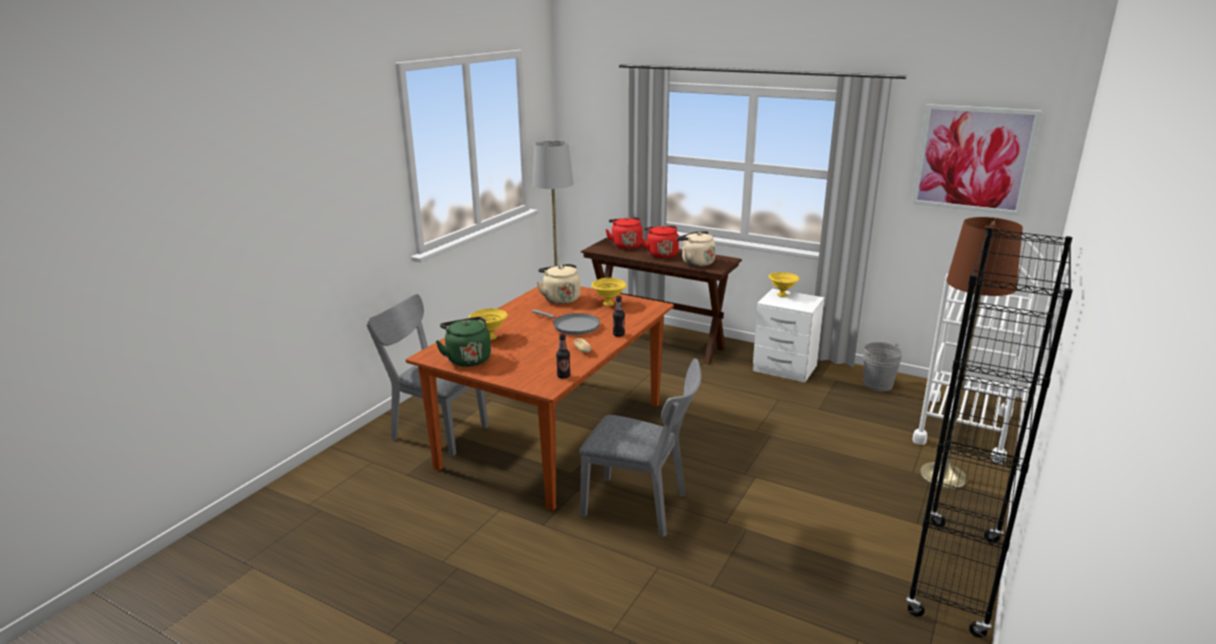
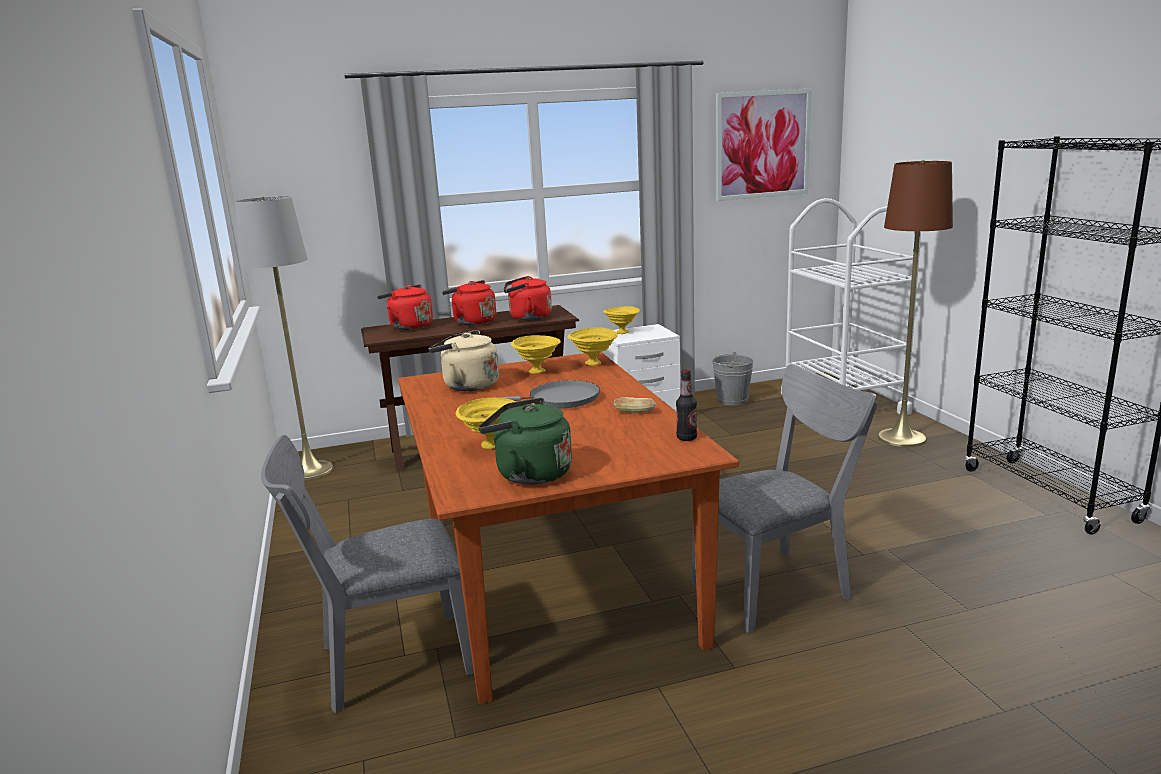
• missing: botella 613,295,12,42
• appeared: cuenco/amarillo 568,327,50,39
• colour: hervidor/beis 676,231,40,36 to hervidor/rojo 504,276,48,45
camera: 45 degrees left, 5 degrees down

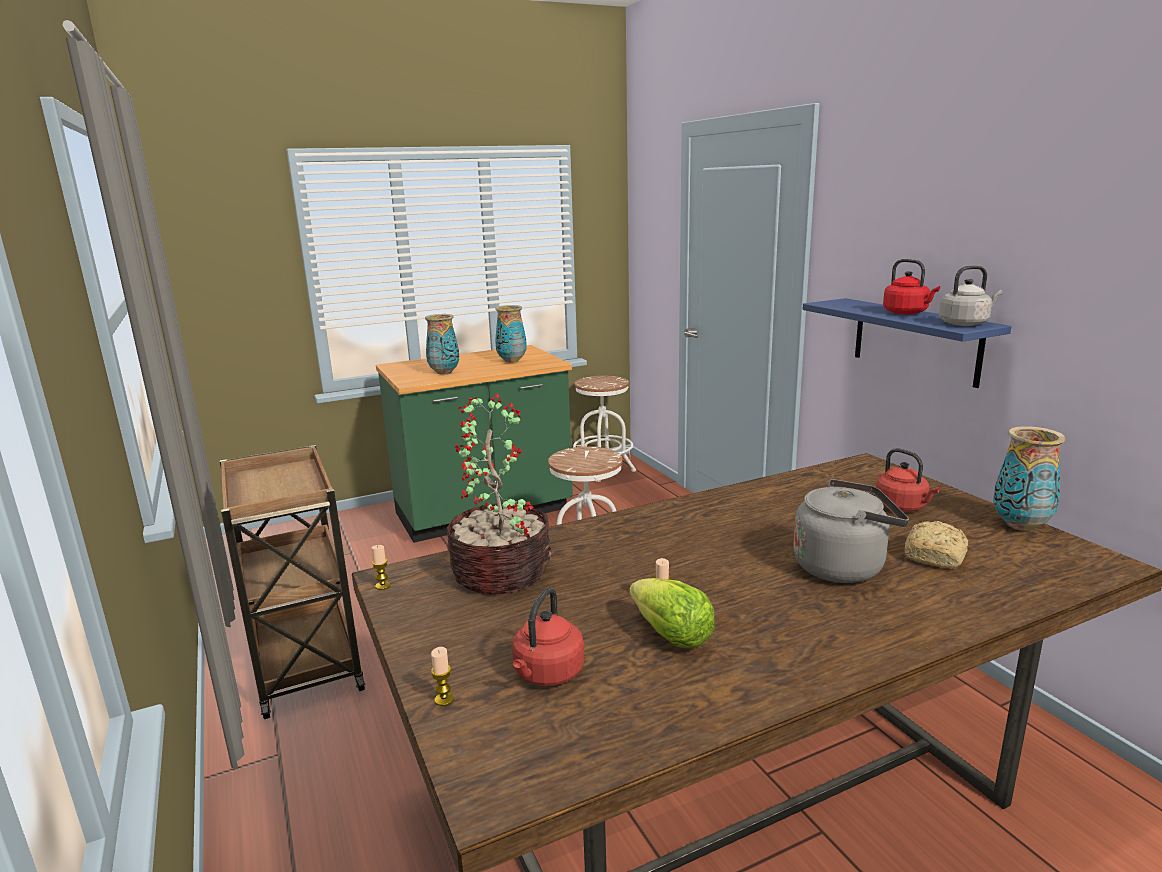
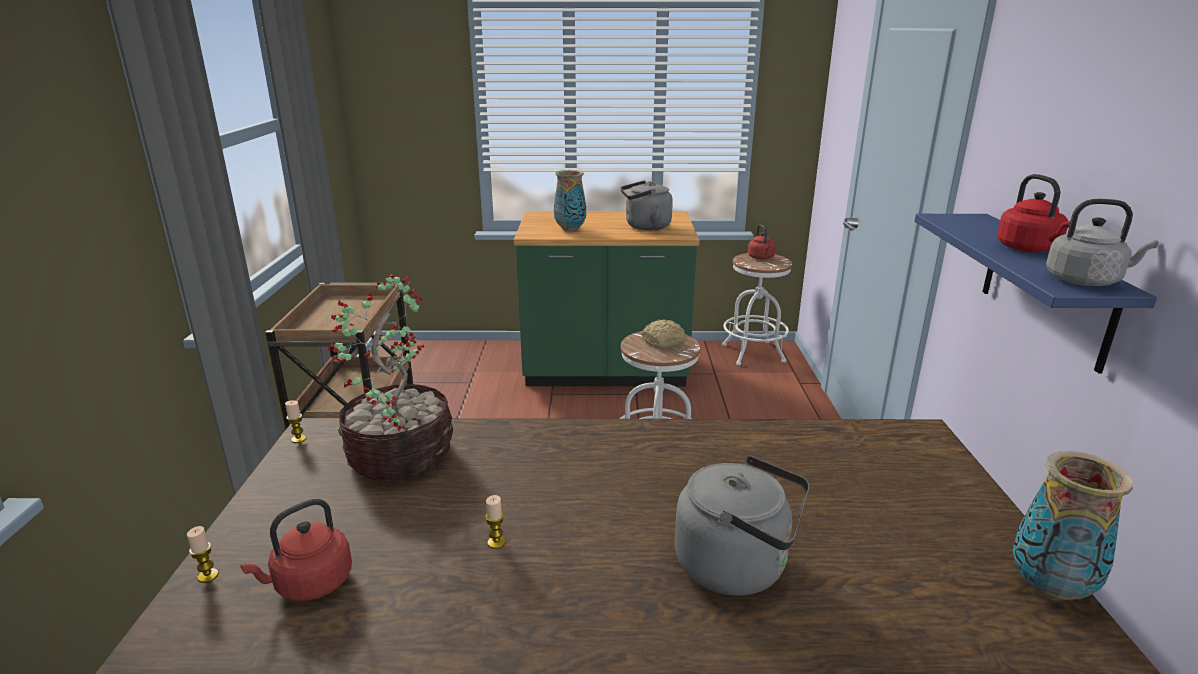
• missing: lechuga 629,578,86,71
• relocated: hervidor/rojo 876,448,64,64 to 748,224,27,35
• relocated: pan 905,521,63,48 to 642,319,44,29
• exchanged: florero 495,305,32,58 to hervidor/gris 620,180,53,50
camera: 25 degrees right, 5 degrees up

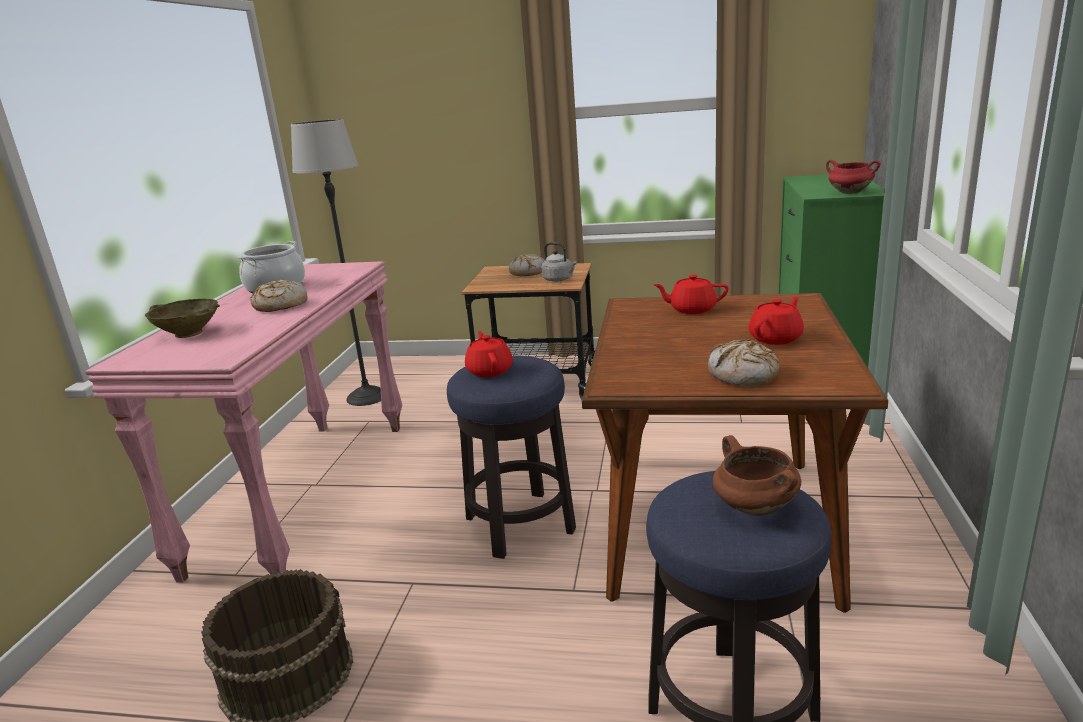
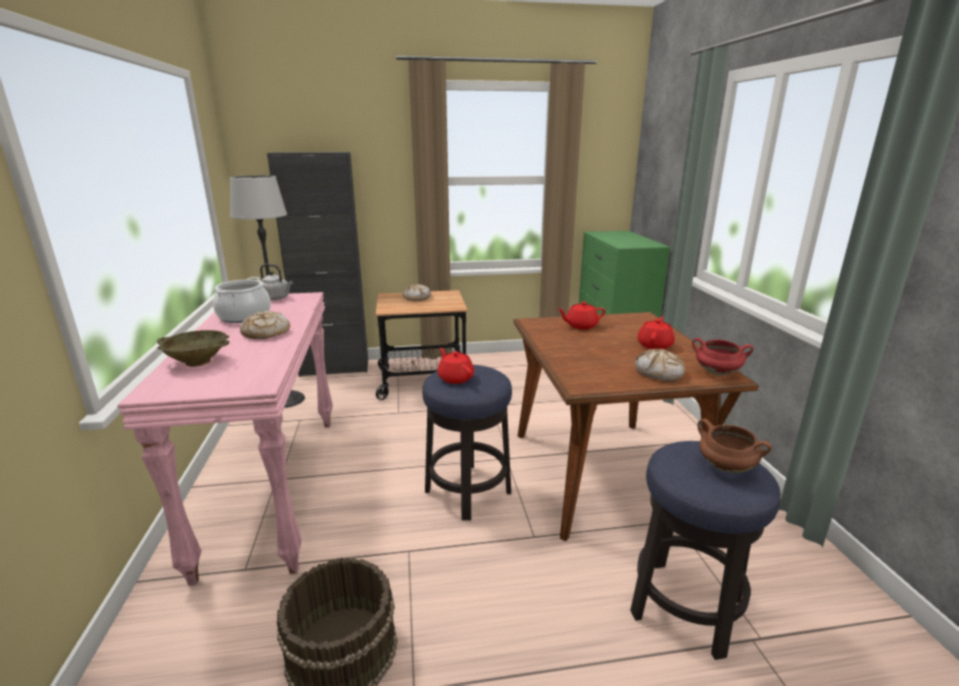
• appeared: armario/negro 267,152,101,225
• relocated: hervidor/gris 541,242,36,40 to 260,264,33,36
• relocated: olla/rojo 826,160,54,34 to 692,338,61,38
camera: 20 degrees left, 0 degrees up

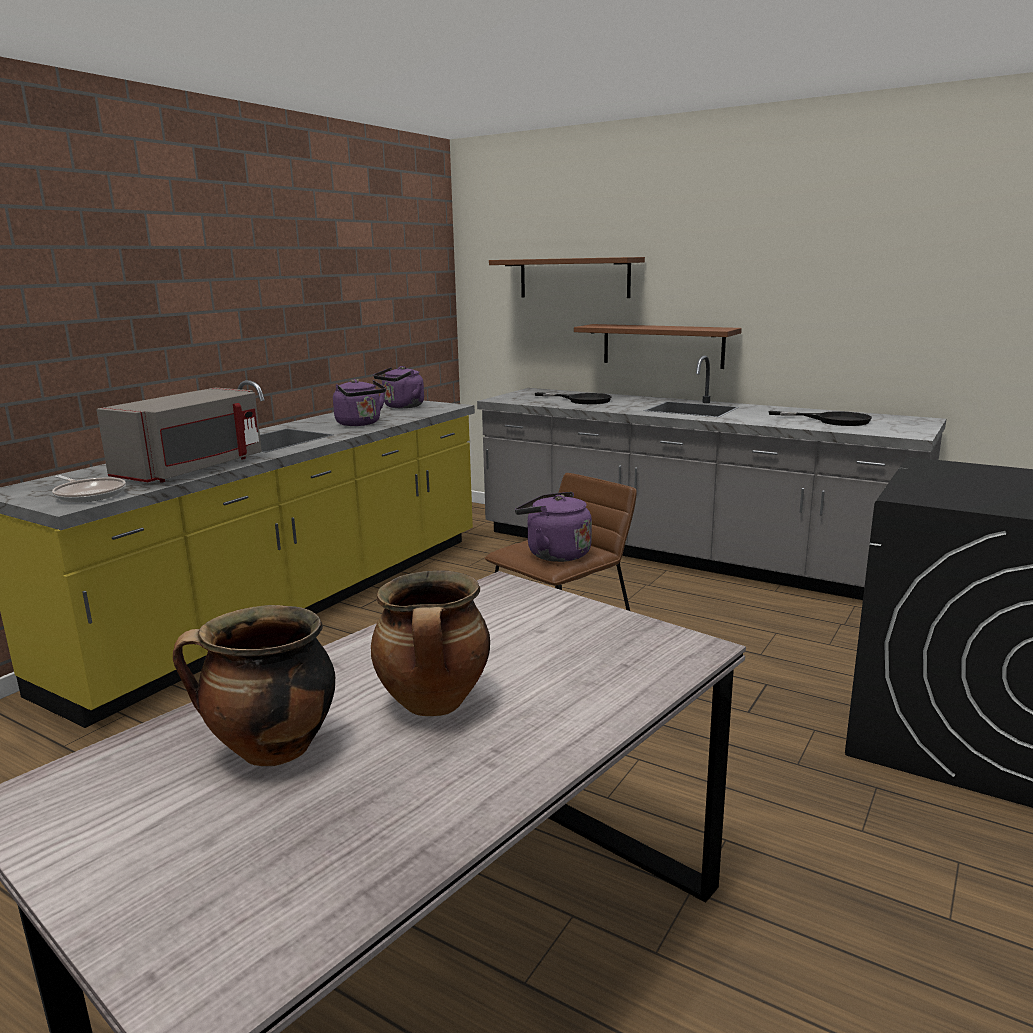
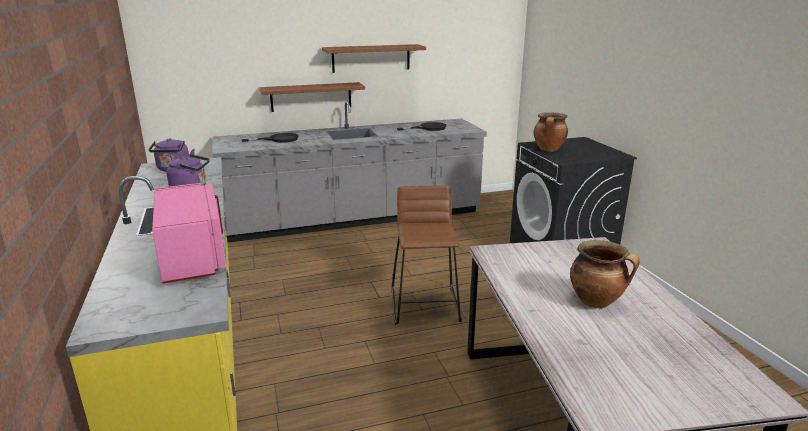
• missing: sartén 52,475,74,28
• missing: hervidor/morado 515,492,77,70
• relocated: olla 173,605,162,161 to 533,112,35,40
• relocated: estante/marrón 489,257,156,41 to 322,44,104,29
• colour: microondas/gris 96,388,166,95 to microondas/rosa 152,183,74,101
camera: 50 degrees left, 5 degrees up

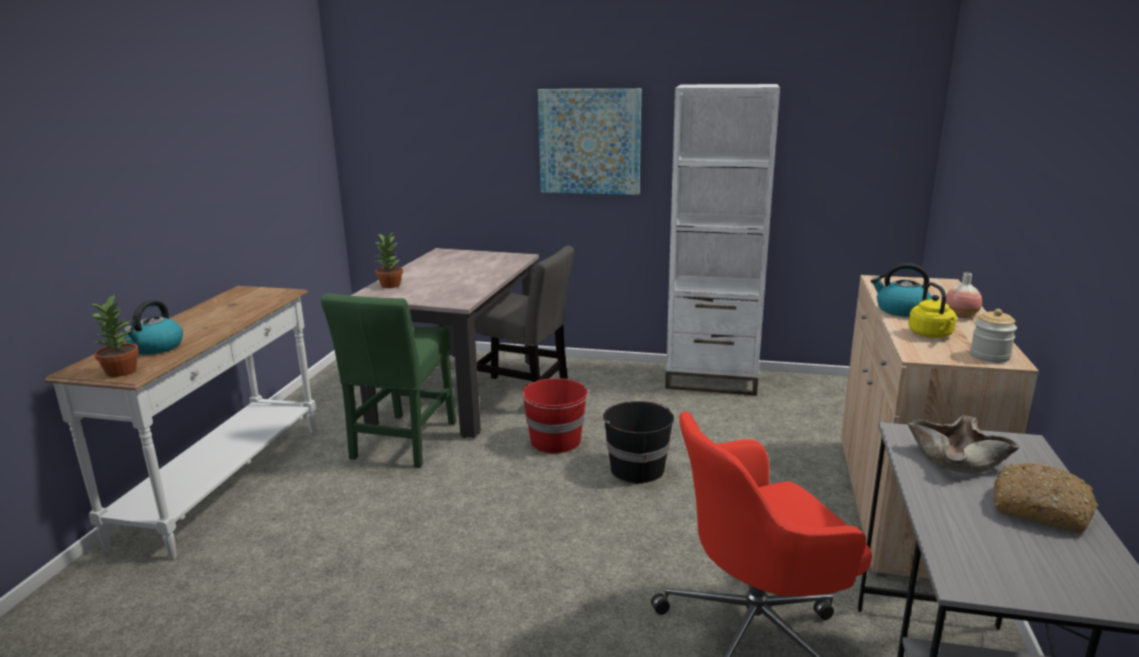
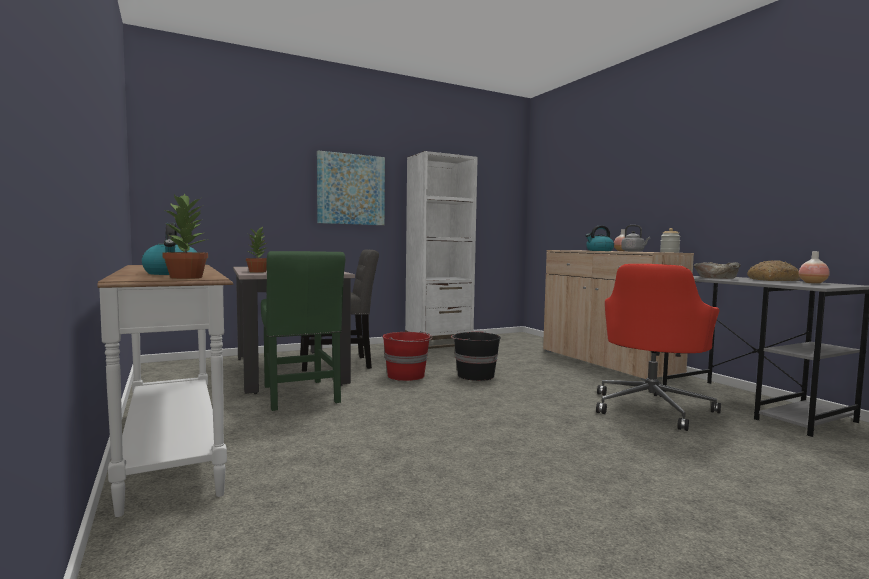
• appeared: florero 799,251,31,33
• colour: hervidor/amarillo 908,282,49,56 to hervidor/gris 621,225,29,27
camera: 40 degrees left, 15 degrees down

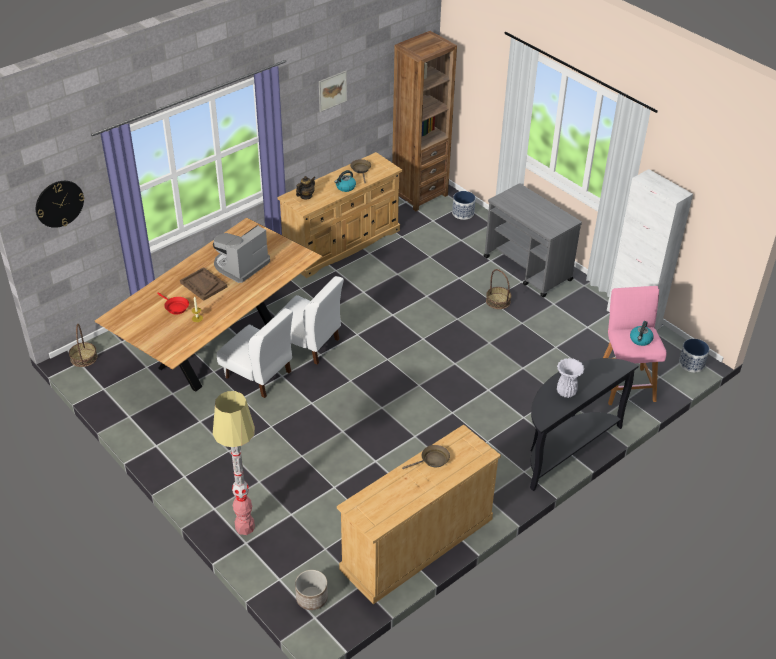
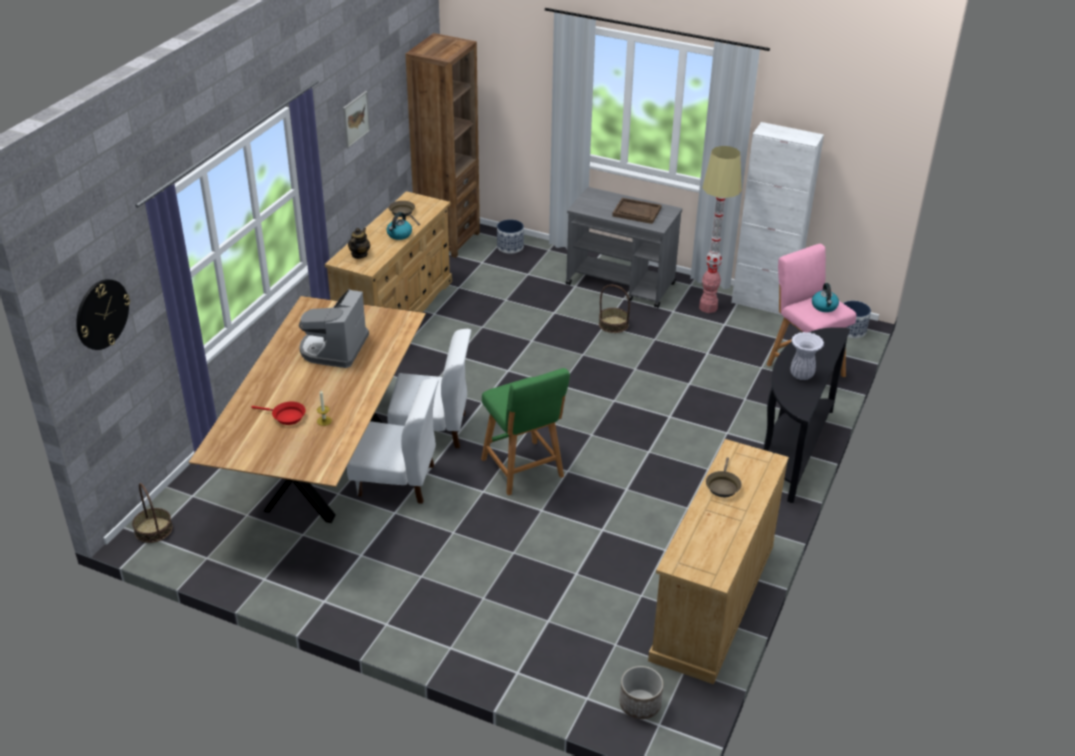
• appeared: taburete/verde 481,368,89,128
• relocated: bandeja/marrón 180,267,47,34 to 612,198,50,26
• relocated: lámpara de pie 213,391,42,144 to 699,146,43,167
• spun: sartén/marrón 402,445,48,24 = 706,457,36,40 150 degrees clockwise
camera: 25 degrees left, 5 degrees down

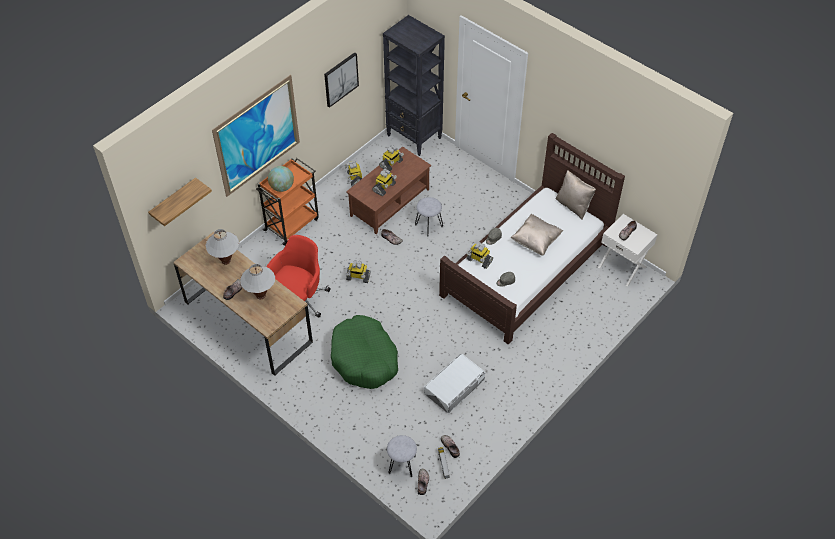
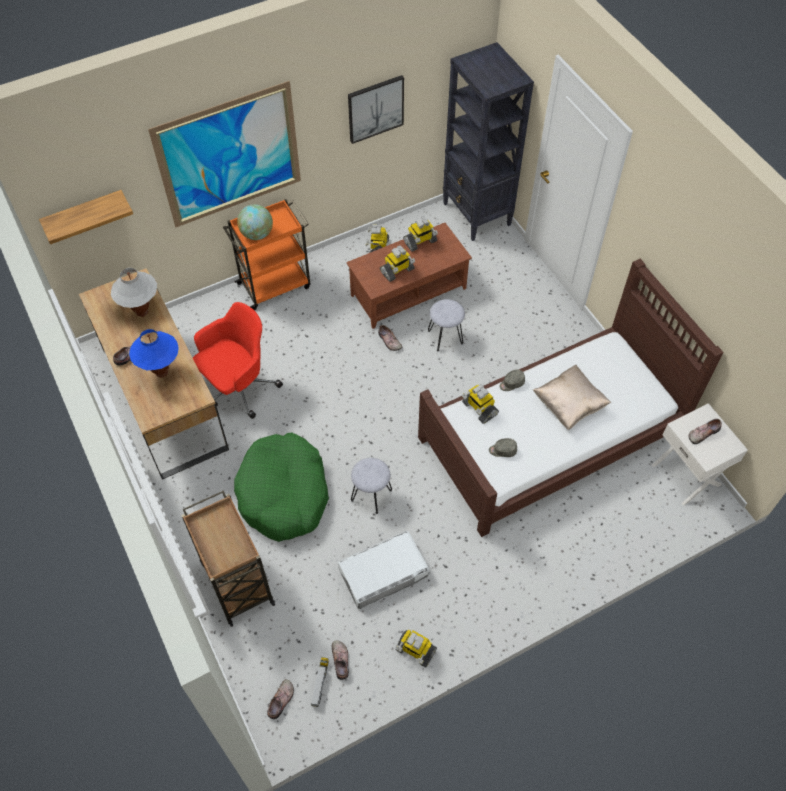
• missing: cojín/beis 555,170,41,49
• appeared: carrito/marrón 181,490,94,137
• relocated: robot de juguete 346,260,25,23 to 395,630,42,38
• relocated: taburete/gris 387,435,30,42 to 351,458,41,56
• colour: lámpara de mesa/blanco 240,264,35,35 to lámpara de mesa/azul 129,329,50,49
camera: 20 degrees right, 5 degrees up

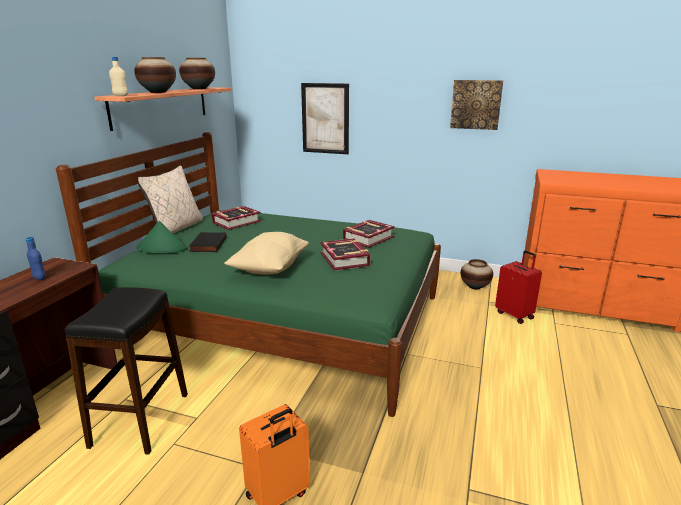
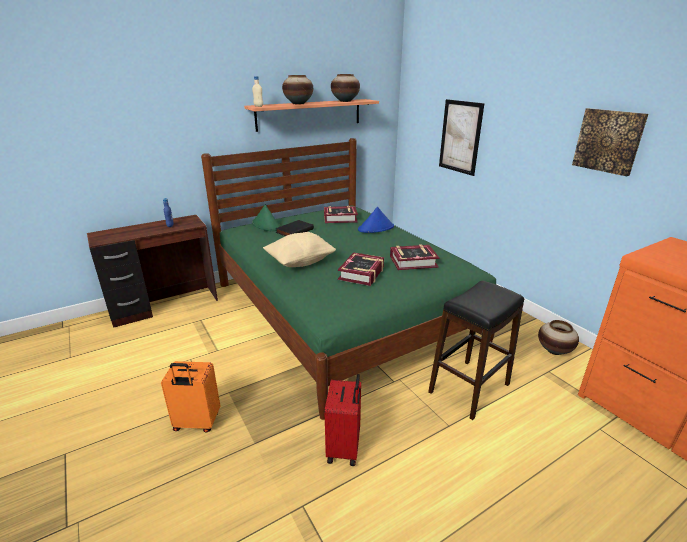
• missing: cojín/beis 138,166,65,68
• appeared: sombrero/azul 358,207,36,26
• relocated: taburete/negro 65,287,123,168 to 428,281,96,139
• relocated: maleta/rojo 495,251,47,73 to 324,374,37,92
camera: 40 degrees right, 5 degrees up

